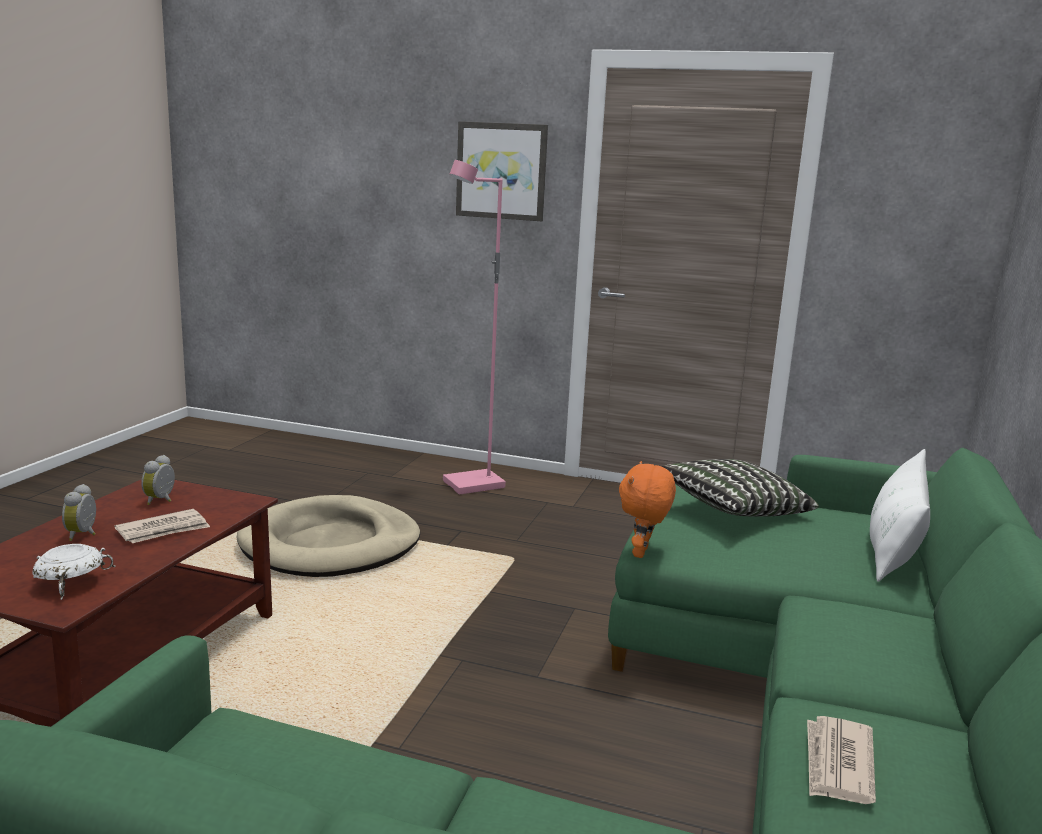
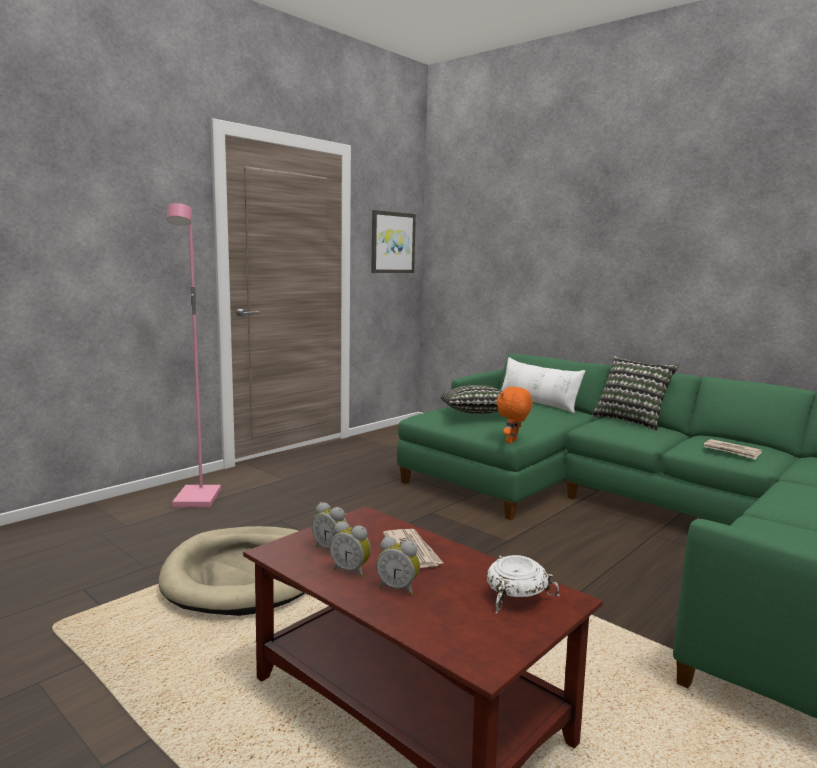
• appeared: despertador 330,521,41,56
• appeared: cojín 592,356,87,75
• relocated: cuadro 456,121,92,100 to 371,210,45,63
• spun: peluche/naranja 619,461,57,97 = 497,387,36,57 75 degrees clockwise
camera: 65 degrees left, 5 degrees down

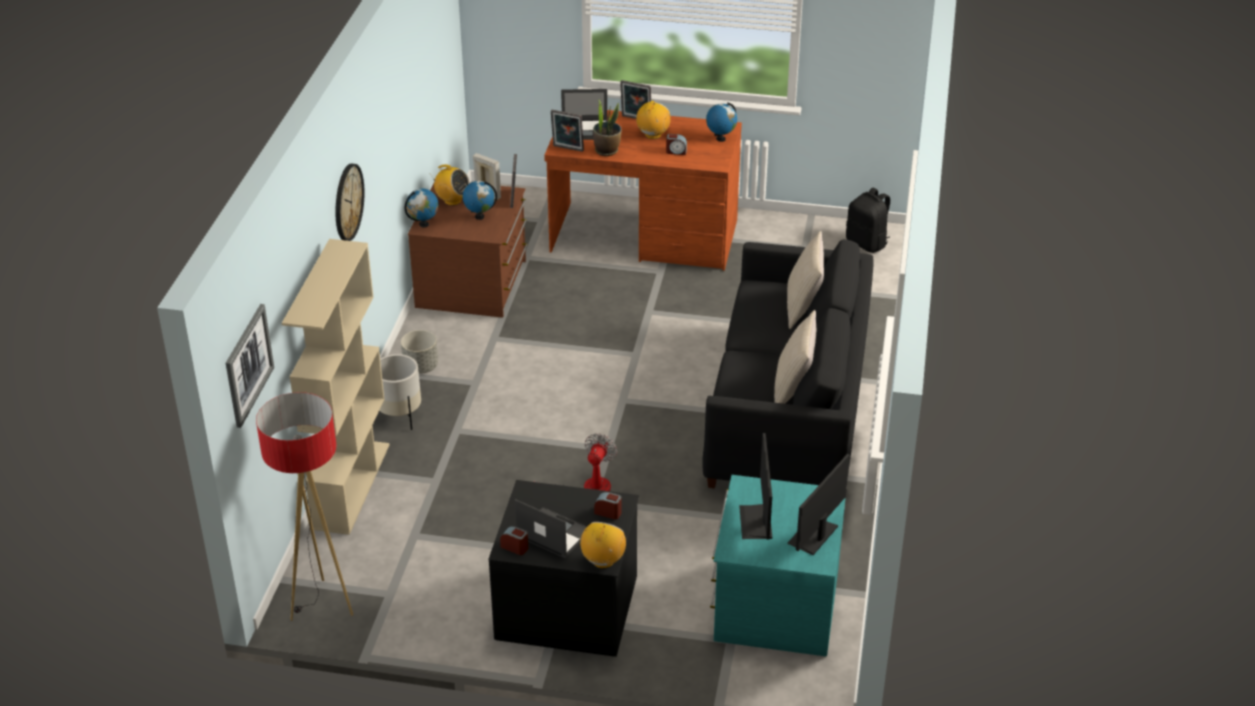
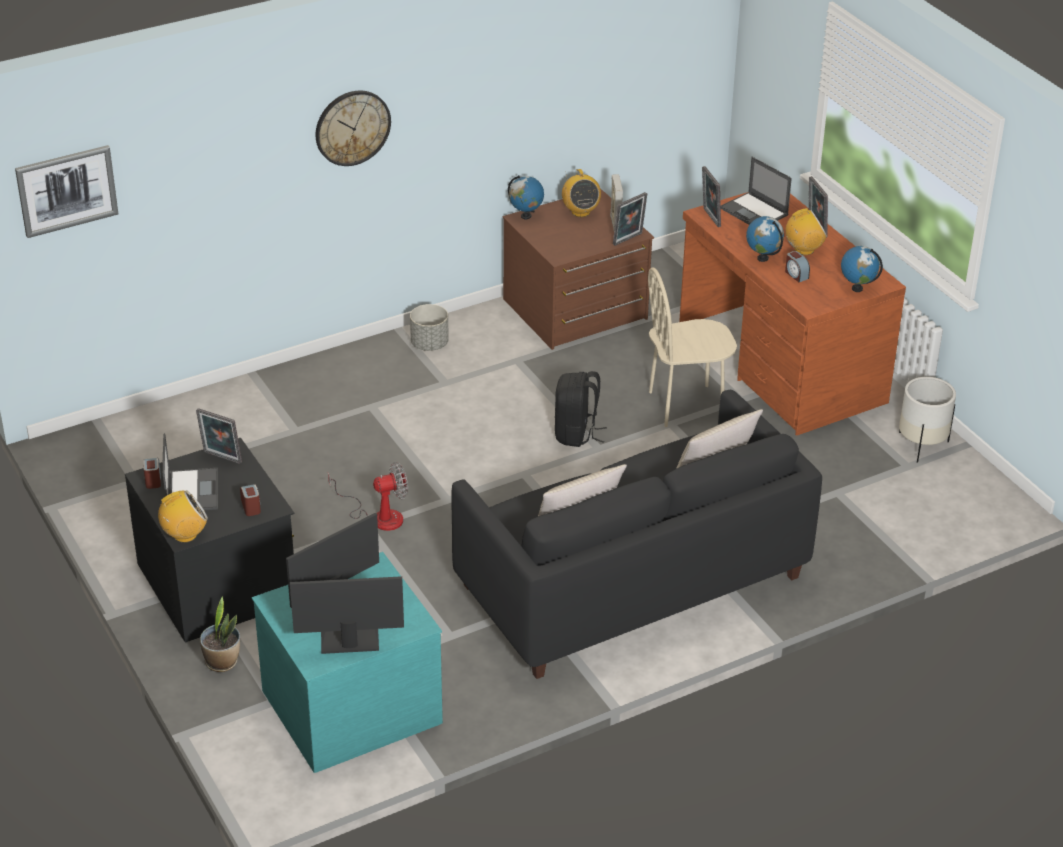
• missing: lámpara de pie 256,392,97,229
• missing: estantería/beis 282,239,107,296
• appeared: portarretratos 196,408,46,56
• appeared: silla/beis 648,268,89,159
• relocated: maceta/blanco 379,354,42,76 to 899,377,57,86
• relocated: globo terráqueo 463,181,34,39 to 746,216,38,46
• relocated: planta en maceta 593,100,29,56 to 200,596,40,76
• relocated: mochila/negro 846,188,44,65 to 555,371,52,76
camera: 50 degrees right, 0 degrees up

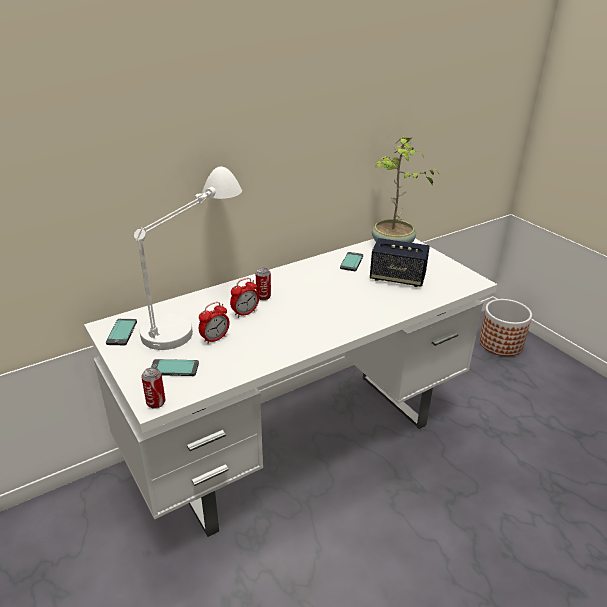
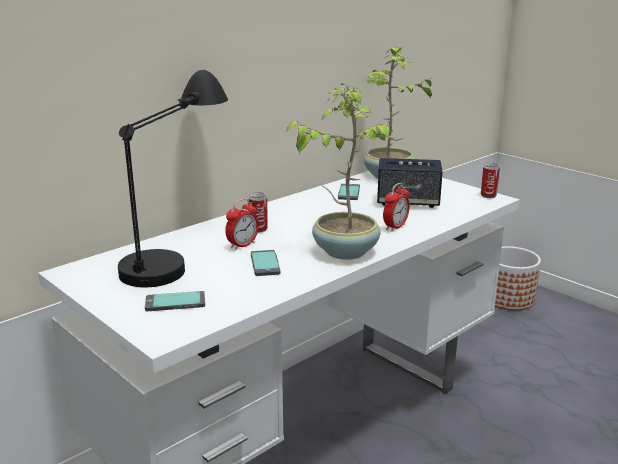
• appeared: planta en maceta 286,83,108,177
• relocated: móvil 106,319,31,26 to 251,250,29,26
• relocated: lata 141,367,25,42 to 481,163,19,35
• relocated: despertador 199,302,31,42 to 383,183,27,48
• colour: lámpara de mesa/blanco 134,166,108,184 to lámpara de mesa/negro 118,70,110,217
camera: 10 degrees left, 10 degrees down

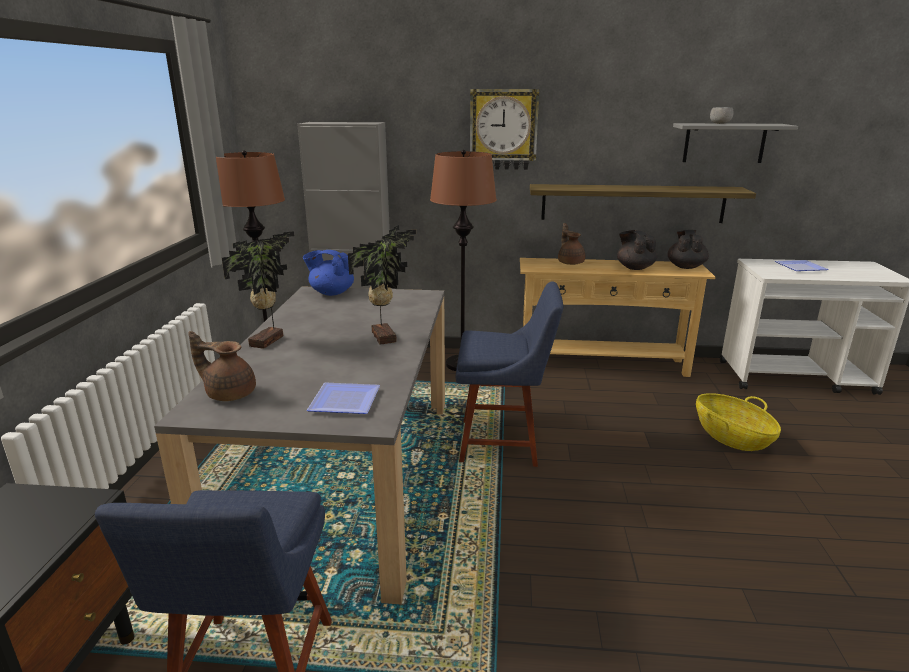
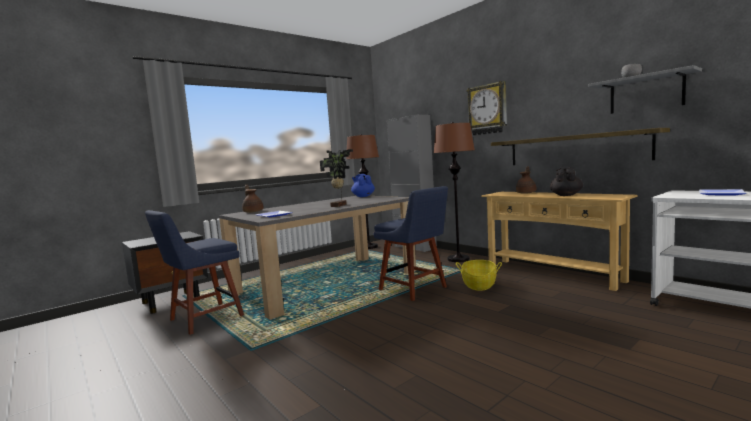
• missing: planta en maceta 222,231,72,118
• missing: tetera/negro 668,230,41,39
• relocated: cesta 696,393,85,58 to 456,260,46,31
camera: 45 degrees right, 15 degrees down

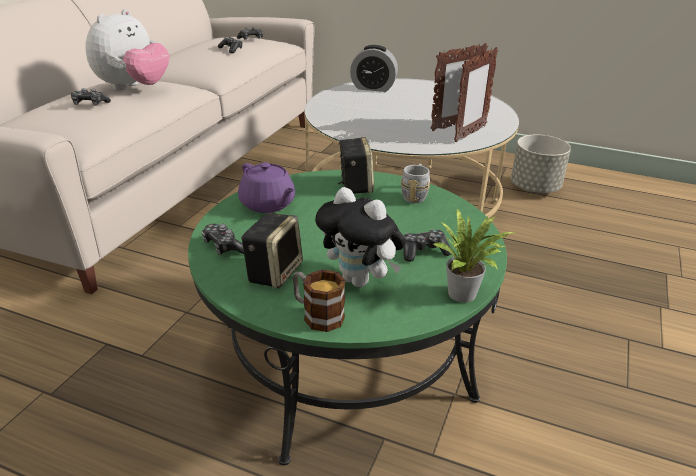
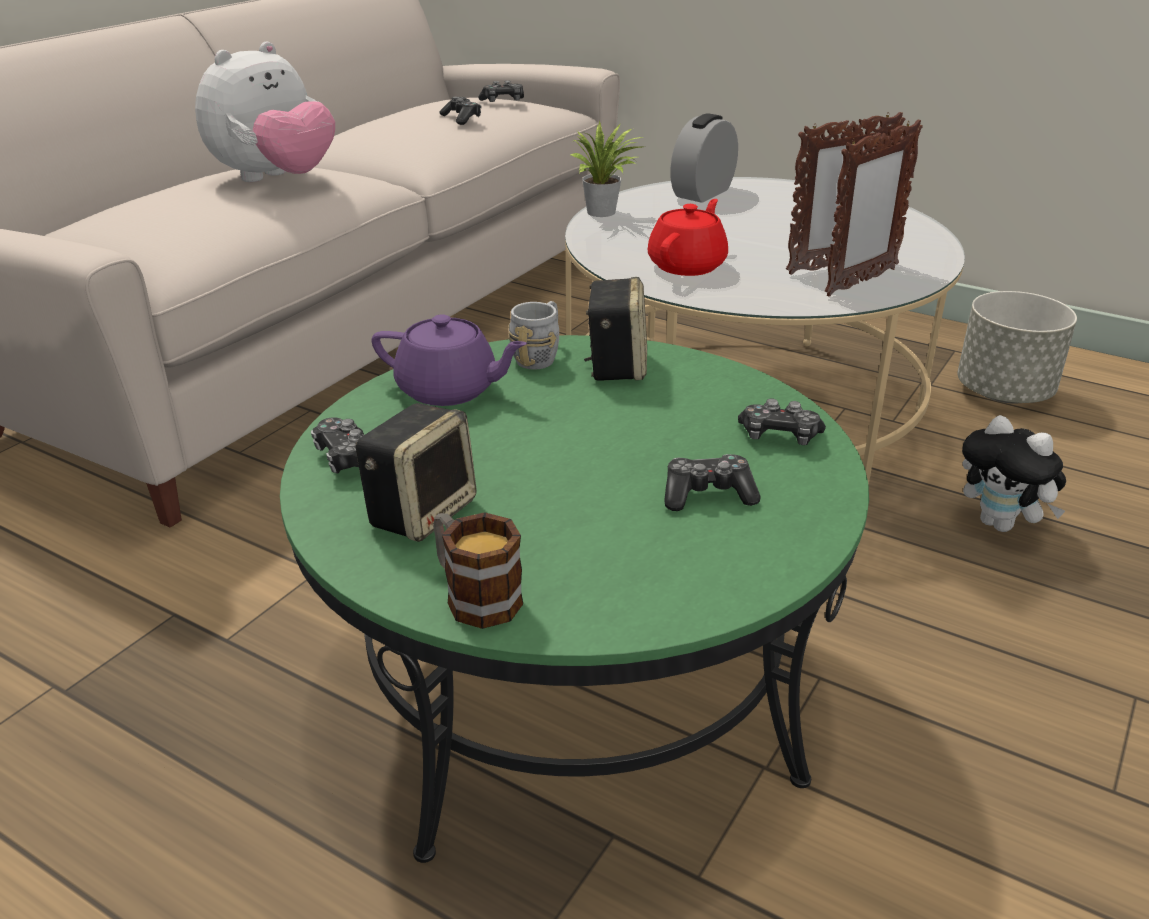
• appeared: tetera/rojo 647,199,81,77
• relocated: mando de consola 71,88,40,18 to 738,399,88,46
• relocated: peluche 315,187,91,100 to 962,415,104,117
• relocated: taza grande/gris 401,164,29,39 to 509,301,50,68
• relocated: planta en maceta 434,208,81,95 to 570,120,76,97
• spun: tetera/morado 238,162,57,51 = 371,314,156,92 45 degrees counterclockwise
• spun: despertador 350,45,48,47 = 670,113,68,90 105 degrees clockwise
camera: 10 degrees right, 0 degrees up

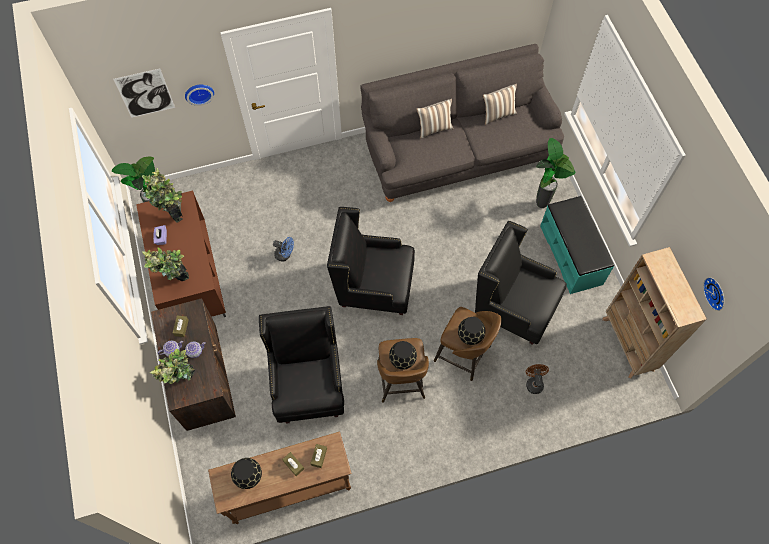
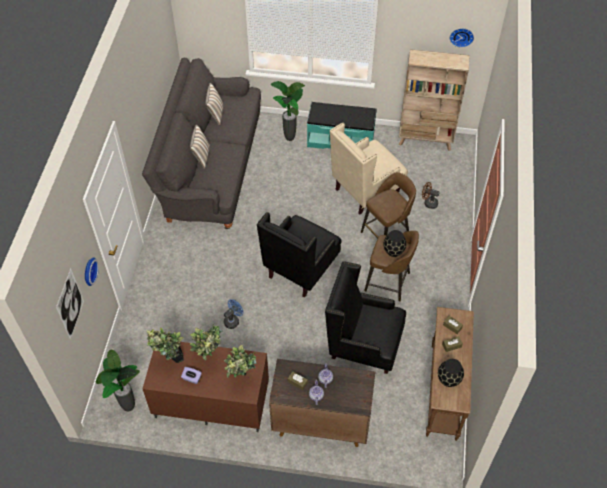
• missing: florero/negro 458,317,27,28
• relocated: planta en maceta 150,349,45,35 to 190,324,32,36
• colour: sillón/negro 475,221,92,124 to sillón/beis 330,123,78,91
camera: 65 degrees left, 10 degrees down

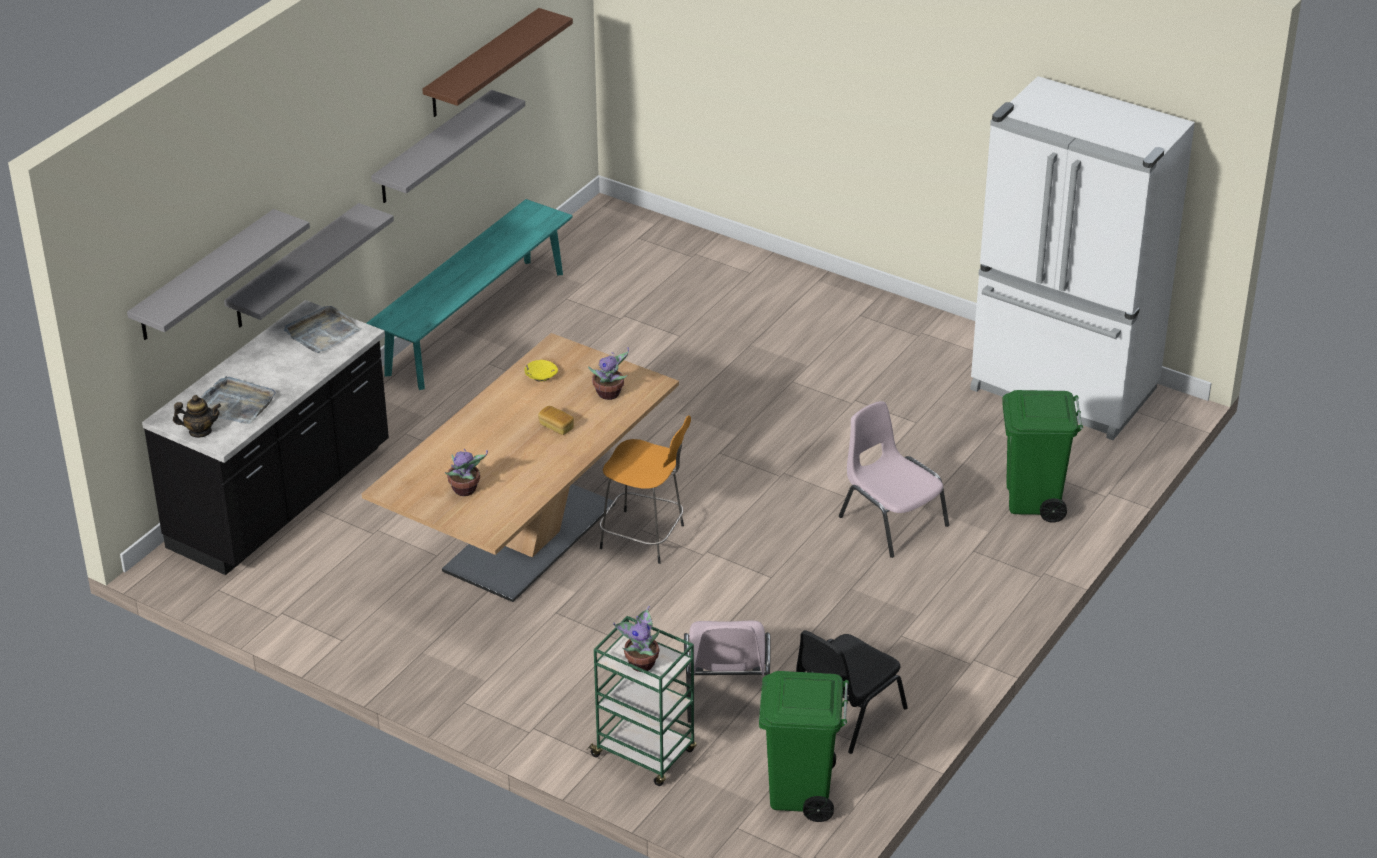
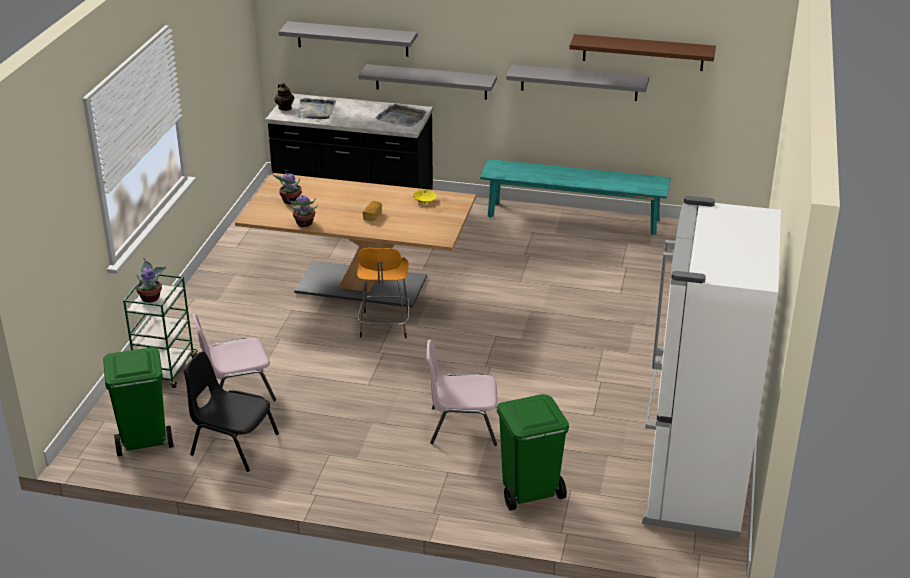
• relocated: planta en maceta 588,347,41,53 to 287,195,31,32
• spun: silla/rosa 839,401,110,157 = 427,340,70,106 120 degrees counterclockwise
camera: 70 degrees right, 5 degrees down

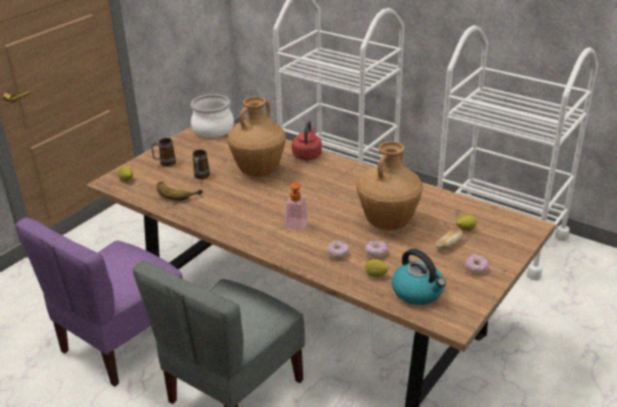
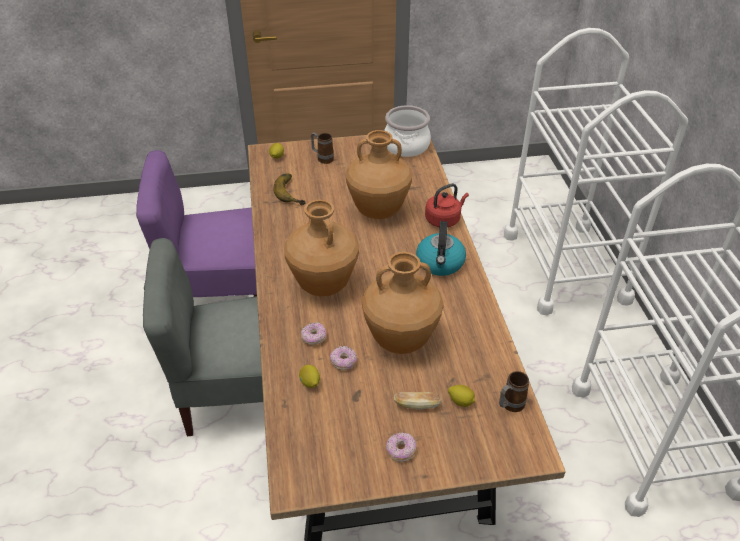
• relocated: taza grande 193,149,17,30 to 499,371,30,41
• relocated: hervidor 392,248,54,57 to 416,221,50,55
• exchanged: dispensador de jabón 285,183,23,47 to florero/marrón 284,200,75,97
camera: 45 degrees right, 10 degrees up

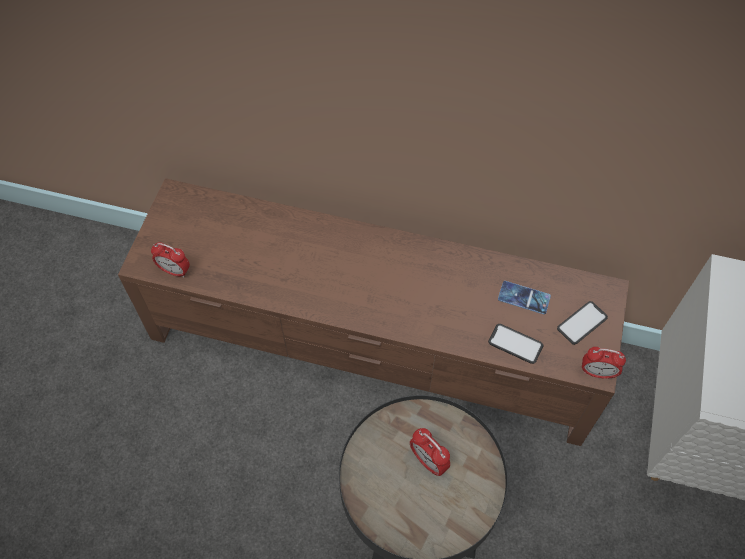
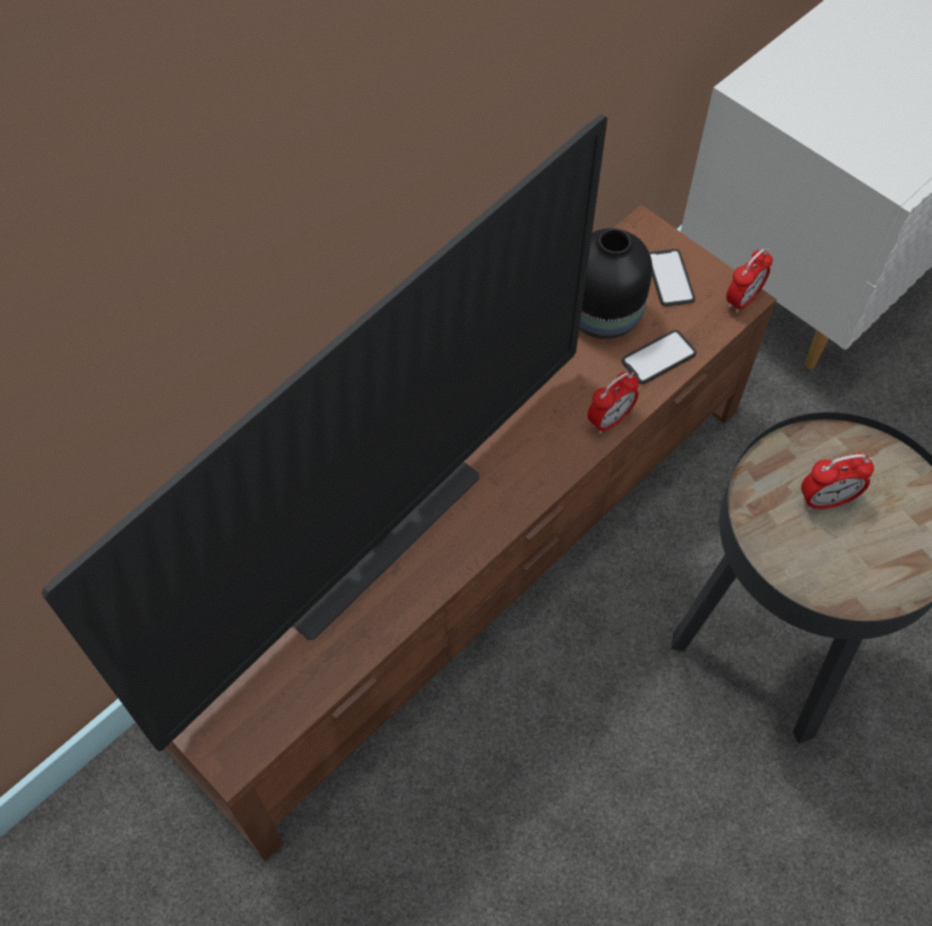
• appeared: televisor 41,114,567,638
• relocated: despertador 151,242,39,36 to 588,372,51,62
• exchanged: móvil 498,281,53,33 to florero/negro 579,228,74,111
camera: 60 degrees left, 0 degrees up

